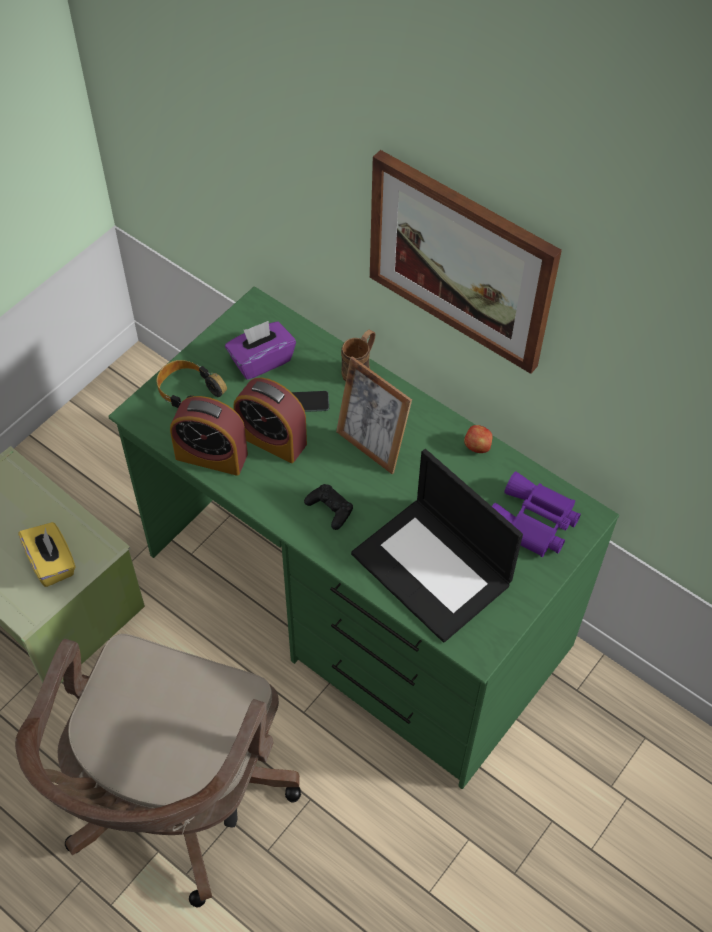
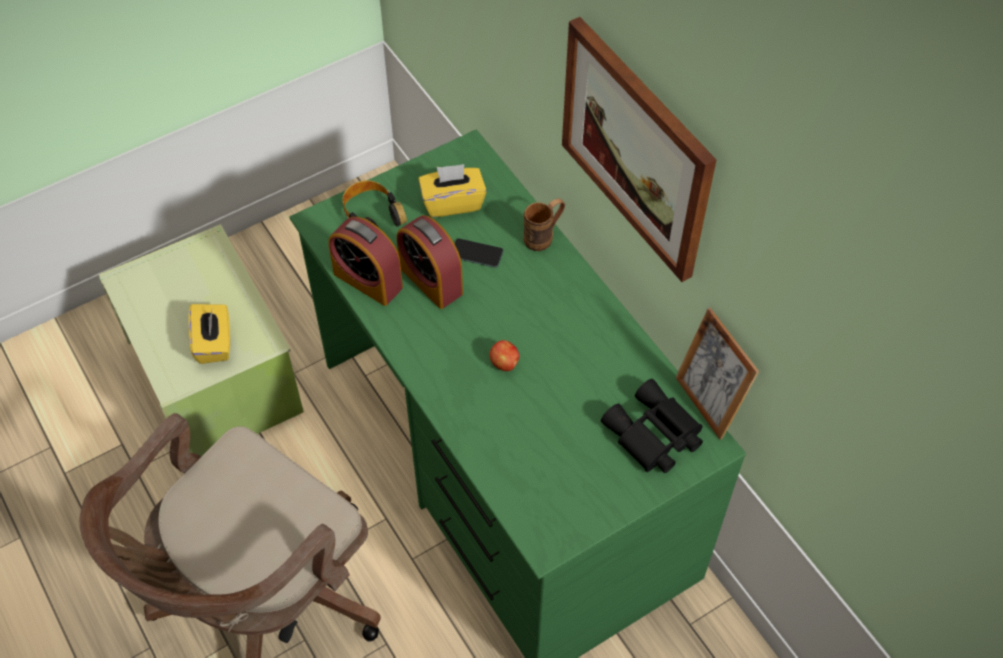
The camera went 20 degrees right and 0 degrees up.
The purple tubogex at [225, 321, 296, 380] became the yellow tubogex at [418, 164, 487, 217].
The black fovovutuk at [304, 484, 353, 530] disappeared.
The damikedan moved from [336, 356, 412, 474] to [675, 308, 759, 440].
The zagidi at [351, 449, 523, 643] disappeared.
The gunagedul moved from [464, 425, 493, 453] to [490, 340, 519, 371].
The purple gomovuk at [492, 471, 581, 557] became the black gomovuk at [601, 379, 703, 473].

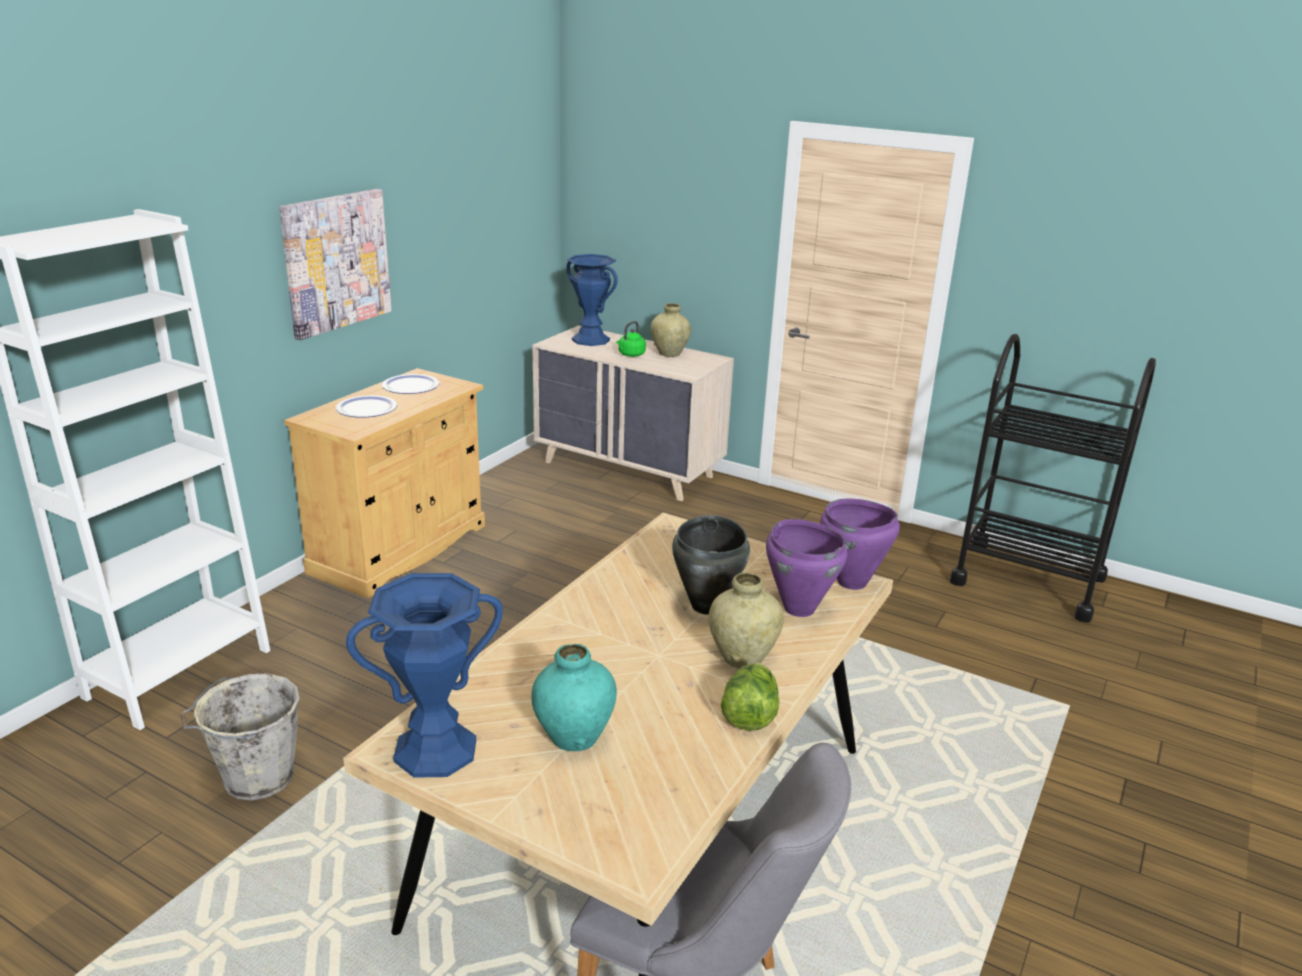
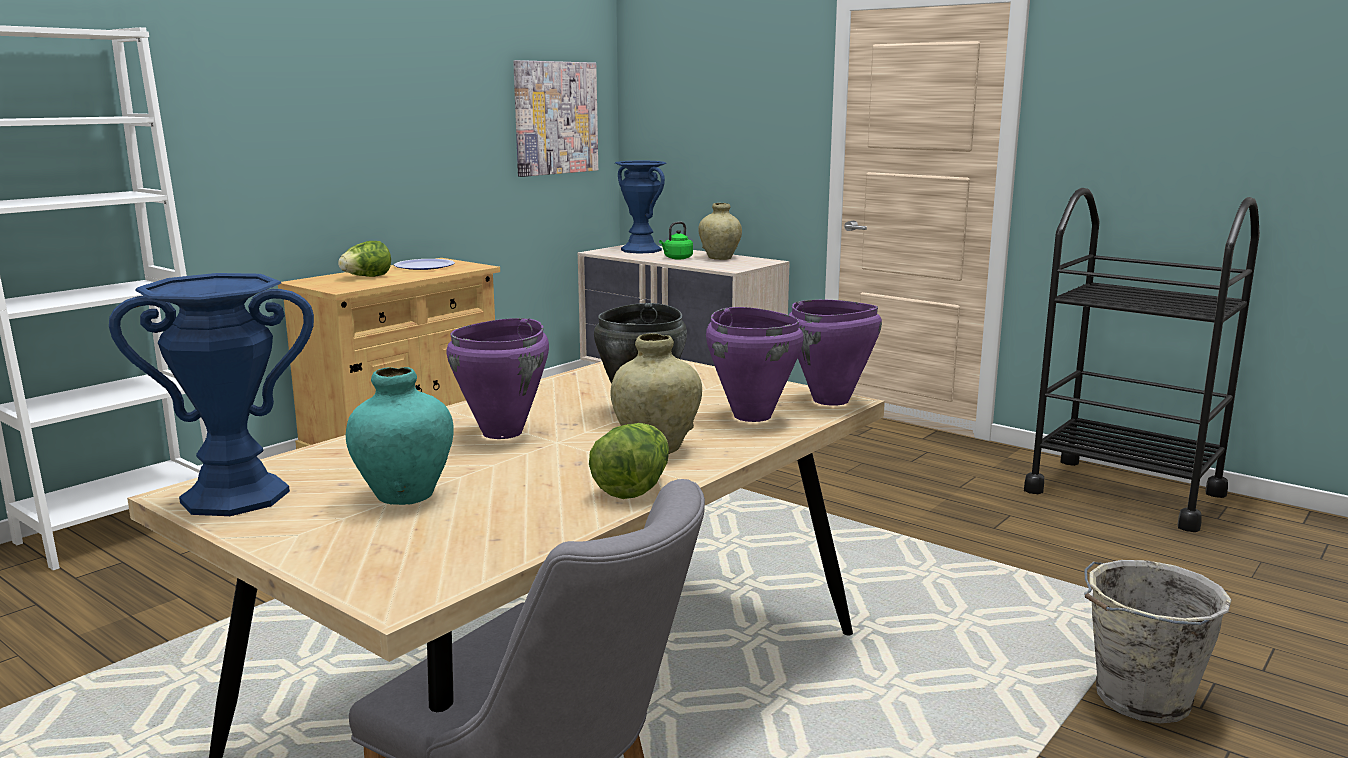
The camera went 10 degrees right and 10 degrees down.
The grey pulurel moved from [180, 673, 300, 801] to [1084, 560, 1232, 724].
The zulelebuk moved from [279, 189, 391, 340] to [513, 60, 598, 177].
The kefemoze at [335, 395, 397, 418] was replaced by the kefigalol at [338, 241, 391, 277].
The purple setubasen at [446, 318, 549, 439] appeared.

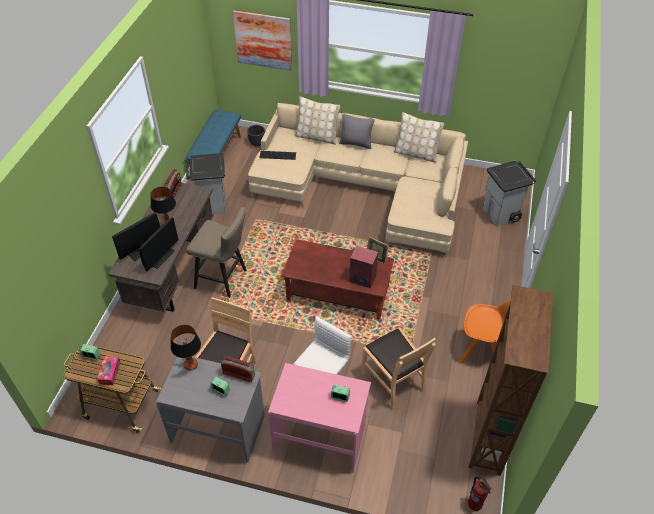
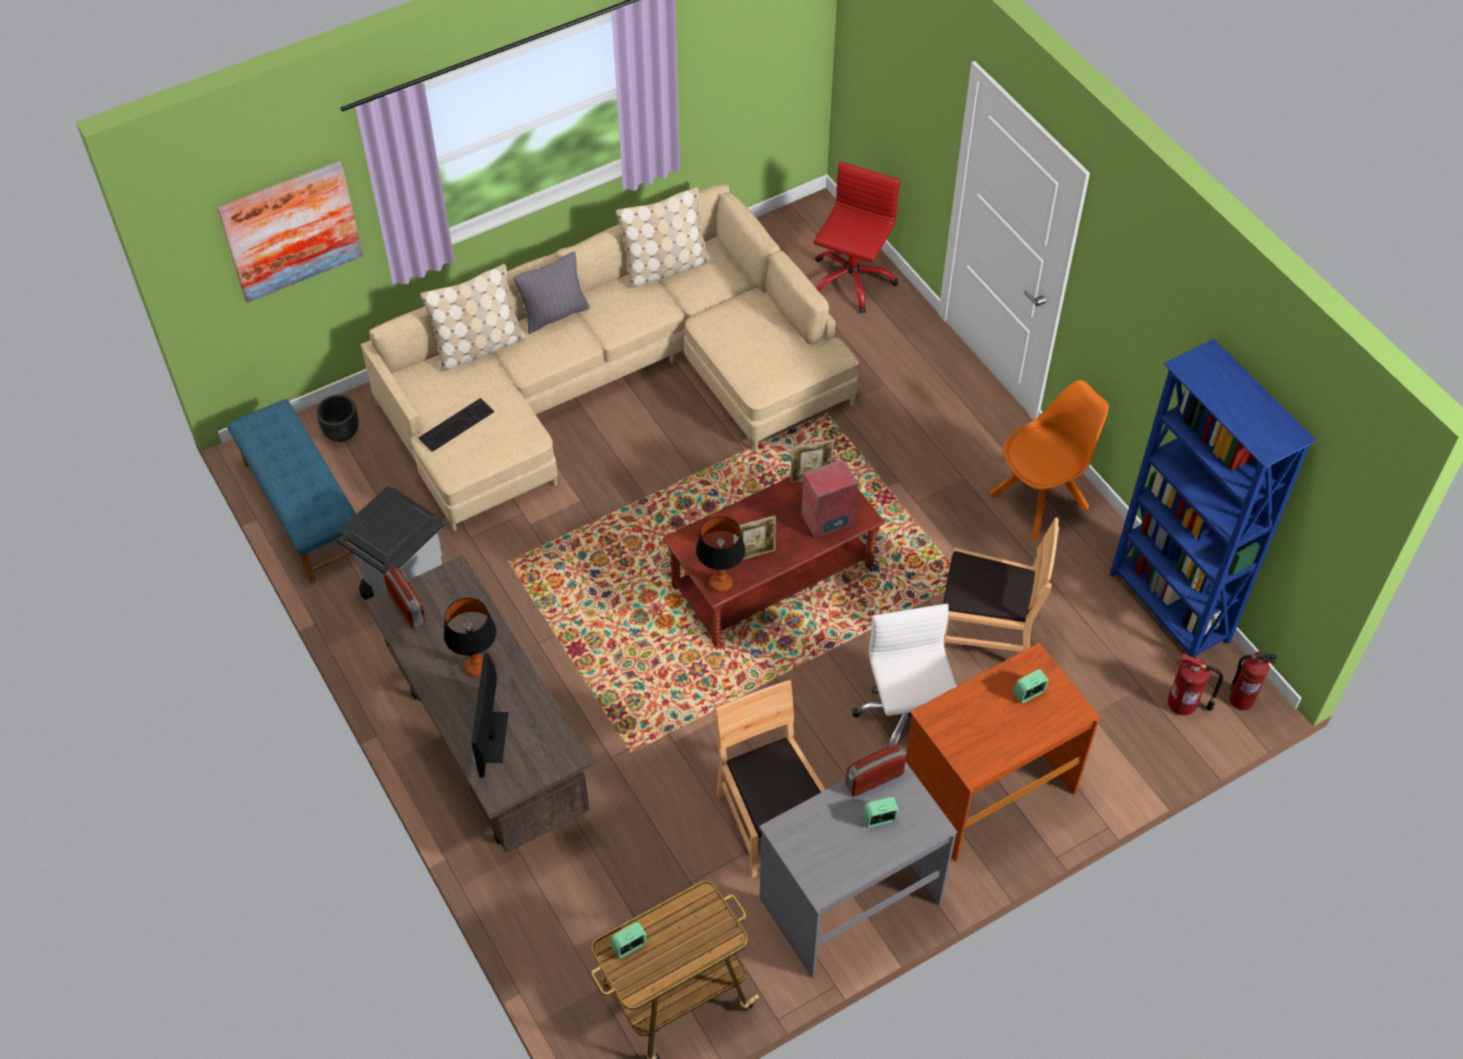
The camera went 45 degrees left and 5 degrees up.
The tubogex at [97, 356, 120, 385] disappeared.
The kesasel at [139, 217, 178, 271] disappeared.
The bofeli moved from [171, 325, 201, 371] to [696, 516, 745, 593].
The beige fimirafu at [186, 207, 247, 298] disappeared.
The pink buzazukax at [268, 363, 371, 473] became the brown buzazukax at [906, 643, 1100, 862].
The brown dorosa at [468, 285, 553, 476] became the blue dorosa at [1110, 339, 1317, 658].
The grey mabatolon at [483, 161, 536, 226] was replaced by the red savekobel at [814, 162, 900, 313].
The damikedan at [733, 515, 776, 560] appeared.
The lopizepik at [1168, 653, 1224, 715] appeared.

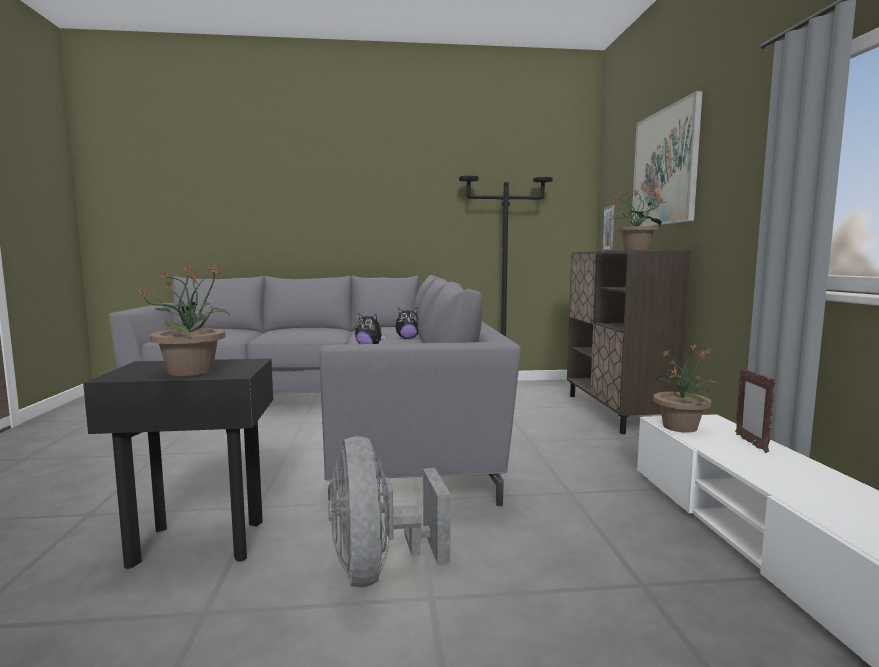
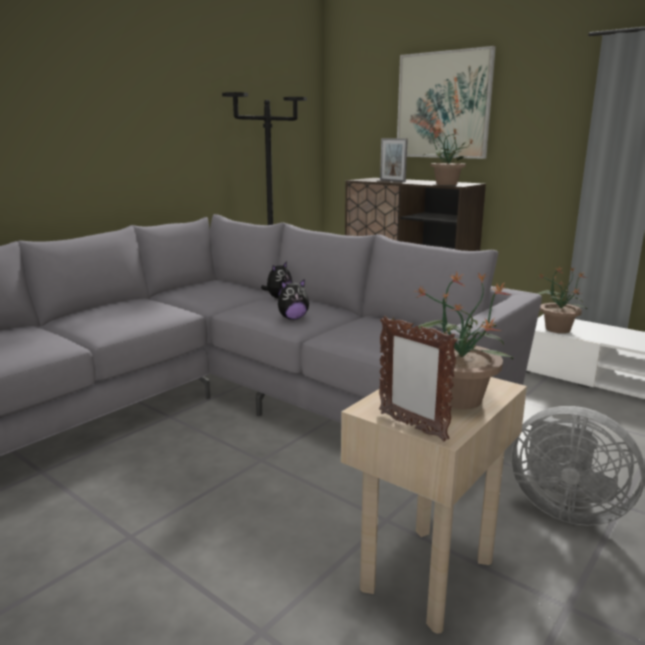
The camera went 45 degrees left and 10 degrees up.
The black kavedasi at [83, 359, 273, 569] became the beige kavedasi at [341, 377, 527, 634].
The damikedan moved from [735, 368, 776, 453] to [379, 316, 458, 441].

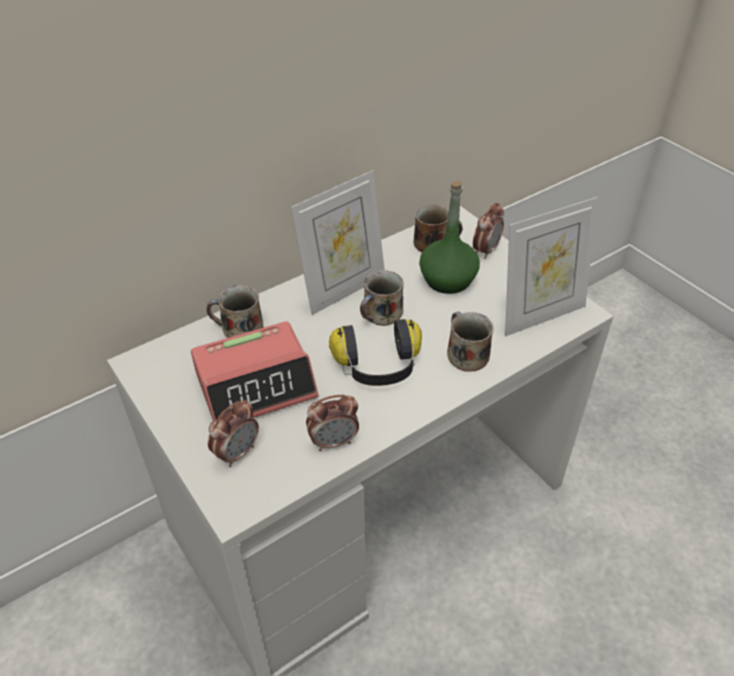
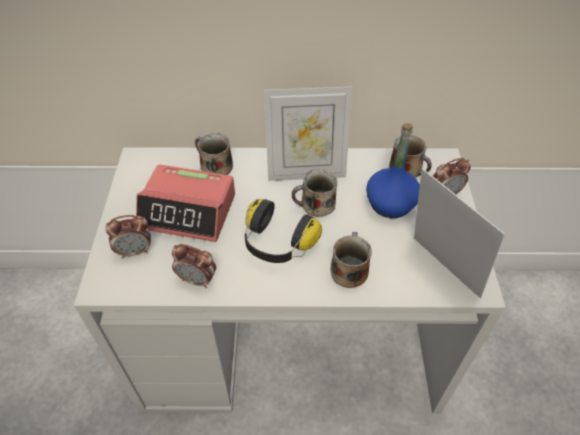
The camera went 35 degrees right and 5 degrees up.
The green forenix at [419, 181, 480, 294] became the blue forenix at [366, 123, 420, 218].
The damikedan at [505, 197, 598, 336] turned 135 degrees counterclockwise.

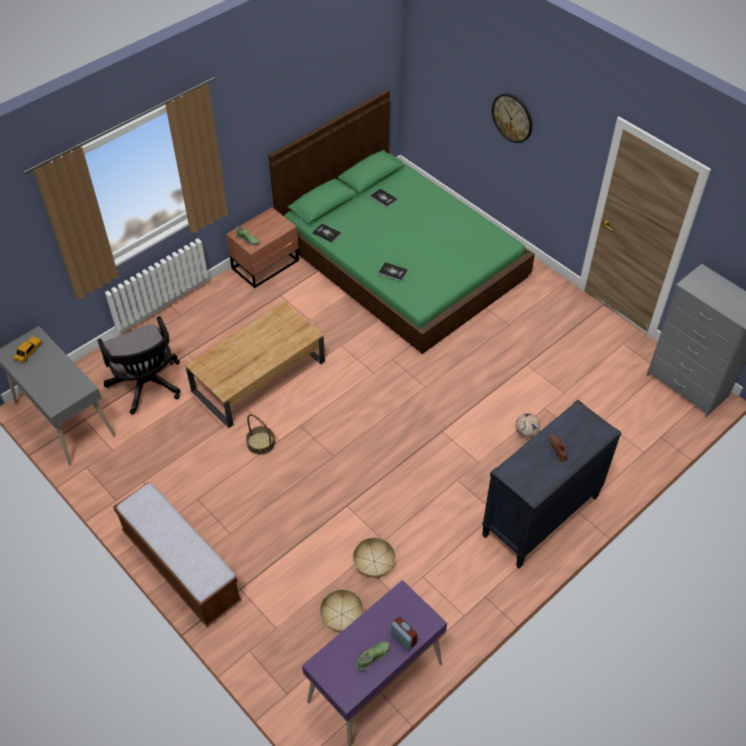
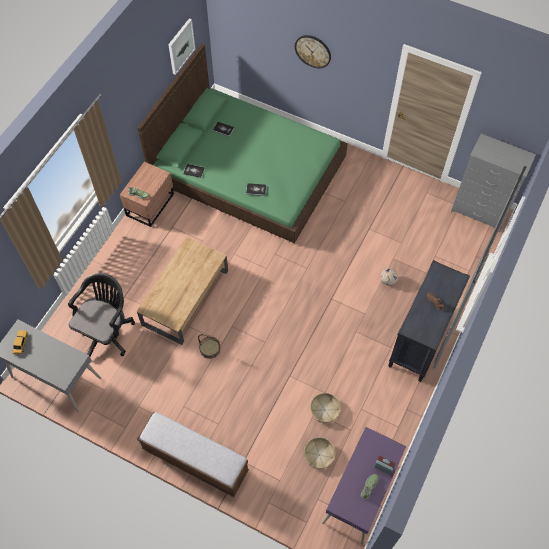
The camera went 20 degrees left and 10 degrees up.
The black savekobel at [97, 316, 181, 414] turned 105 degrees counterclockwise.
The zulelebuk at [168, 18, 195, 75] appeared.

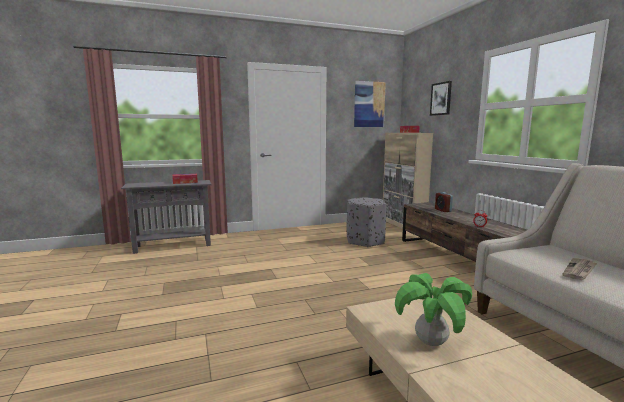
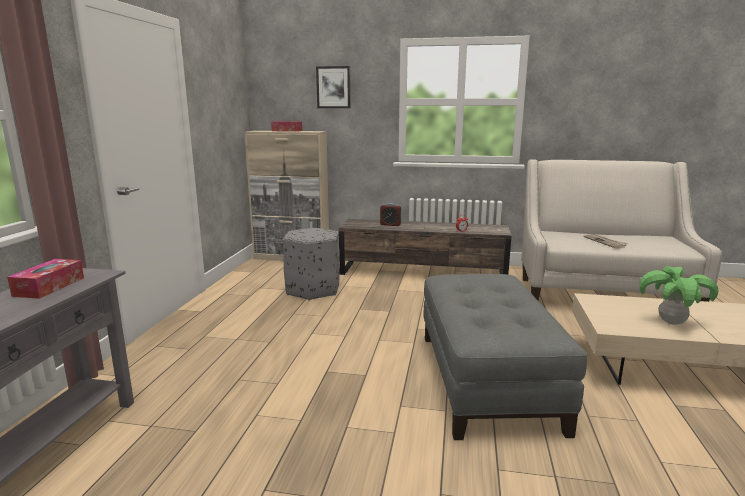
The camera went 60 degrees left and 5 degrees up.
The zulelebuk at [354, 81, 386, 127] disappeared.
The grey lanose at [424, 274, 587, 440] appeared.

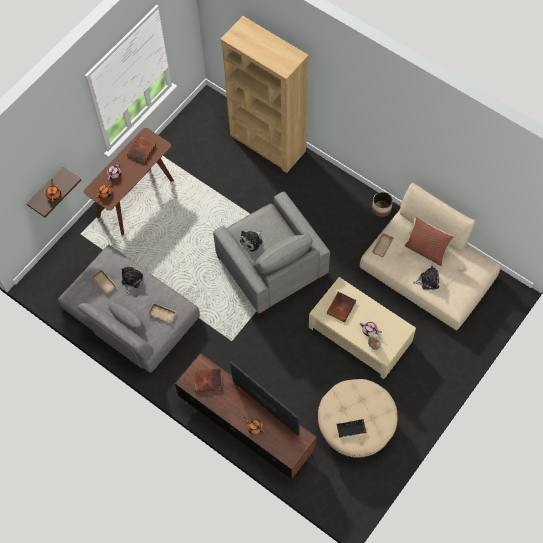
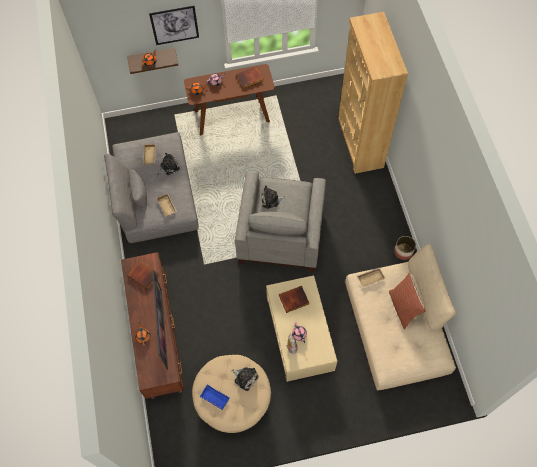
The camera went 40 degrees right and 0 degrees up.
The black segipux at [337, 419, 366, 438] became the blue segipux at [200, 385, 230, 410].
The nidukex moved from [413, 265, 439, 290] to [231, 367, 259, 391].
The zulelebuk at [149, 5, 199, 45] appeared.

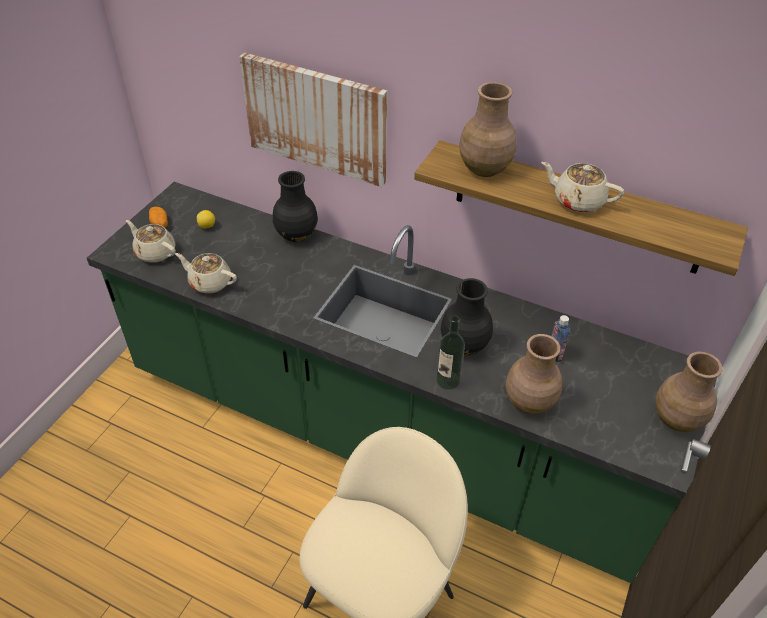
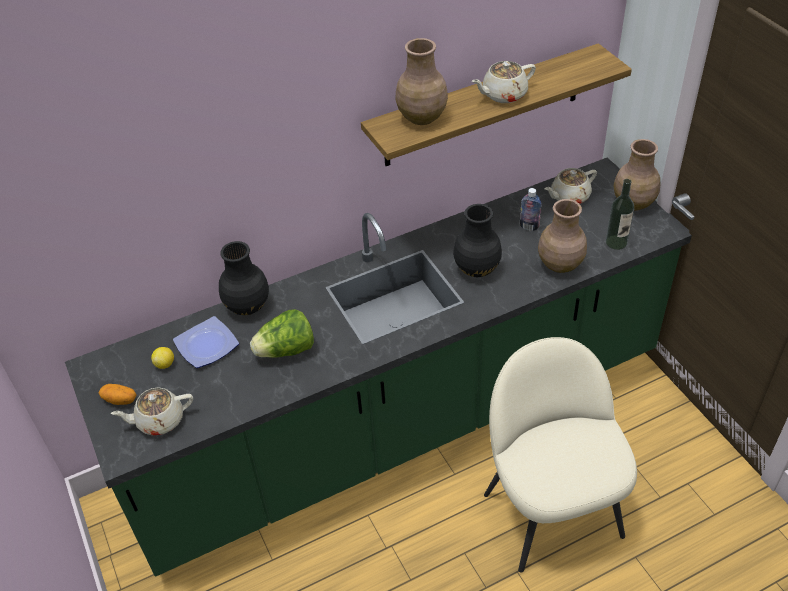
The camera went 50 degrees left and 0 degrees up.
The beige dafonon moved from [175, 253, 237, 294] to [545, 168, 597, 204].
The zulelebuk at [239, 53, 387, 187] disappeared.
The forenix moved from [436, 316, 465, 390] to [606, 179, 634, 250].
The kefemoze at [173, 316, 239, 368] appeared.
The kefigalol at [250, 309, 314, 358] appeared.

